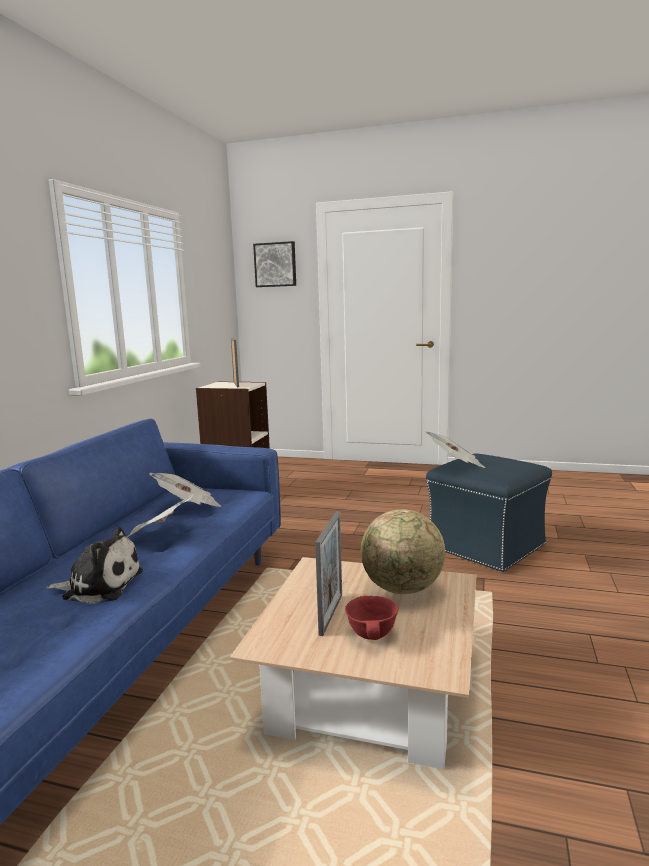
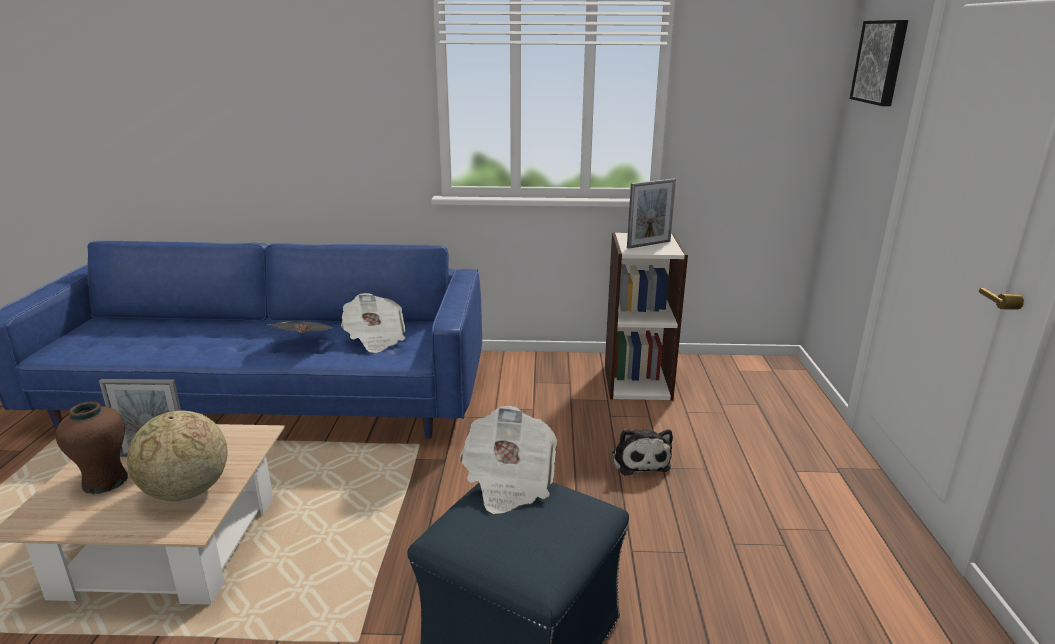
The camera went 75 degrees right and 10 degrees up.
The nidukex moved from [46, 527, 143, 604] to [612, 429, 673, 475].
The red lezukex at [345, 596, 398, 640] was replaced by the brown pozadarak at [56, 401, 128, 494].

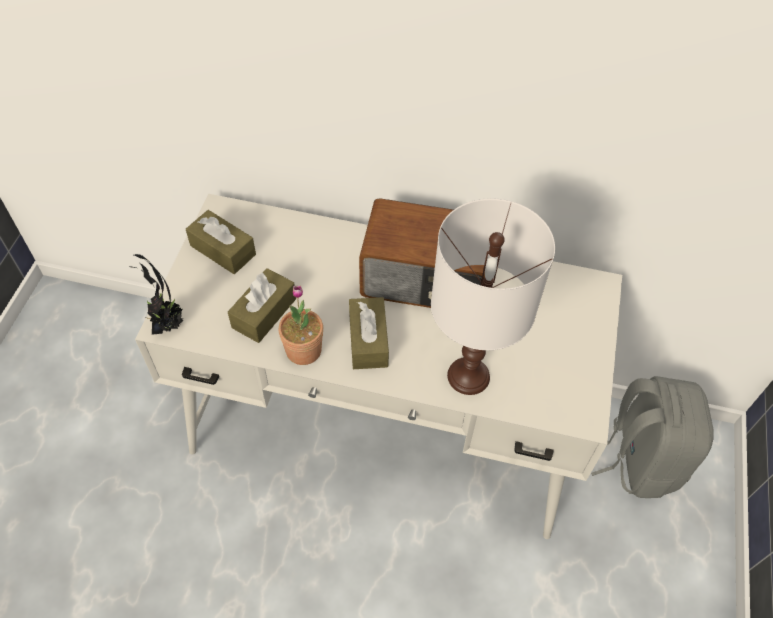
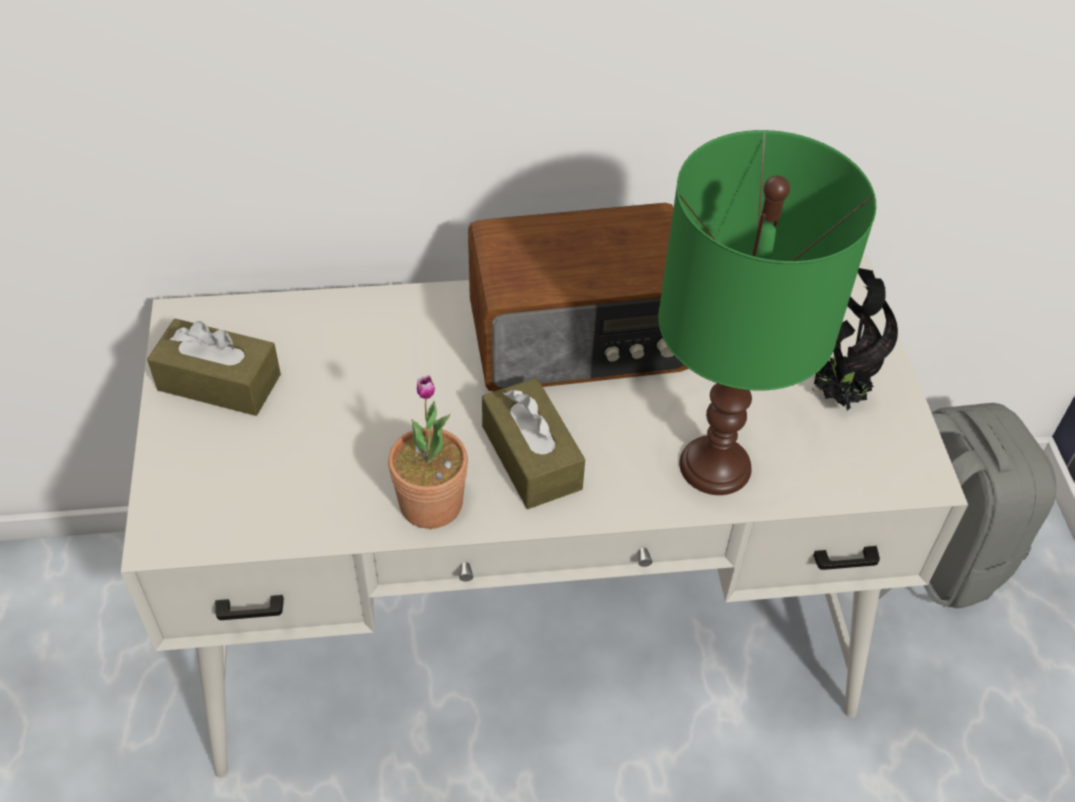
The camera went 20 degrees left and 5 degrees down.
The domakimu moved from [129, 254, 185, 335] to [812, 268, 898, 411].
The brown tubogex at [228, 268, 296, 343] disappeared.
The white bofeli at [431, 198, 555, 395] became the green bofeli at [658, 130, 876, 495].

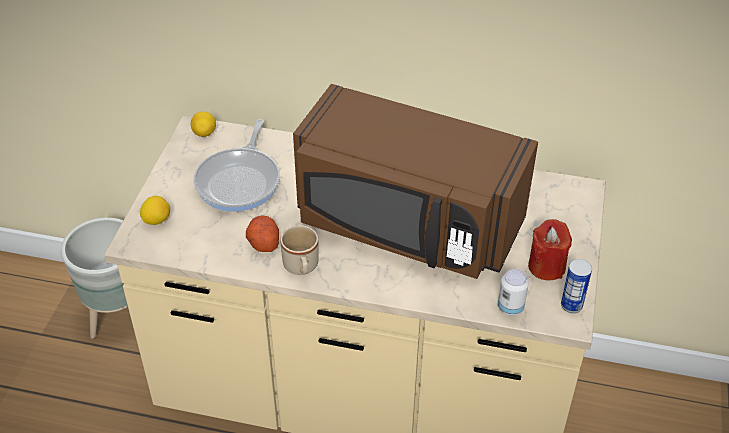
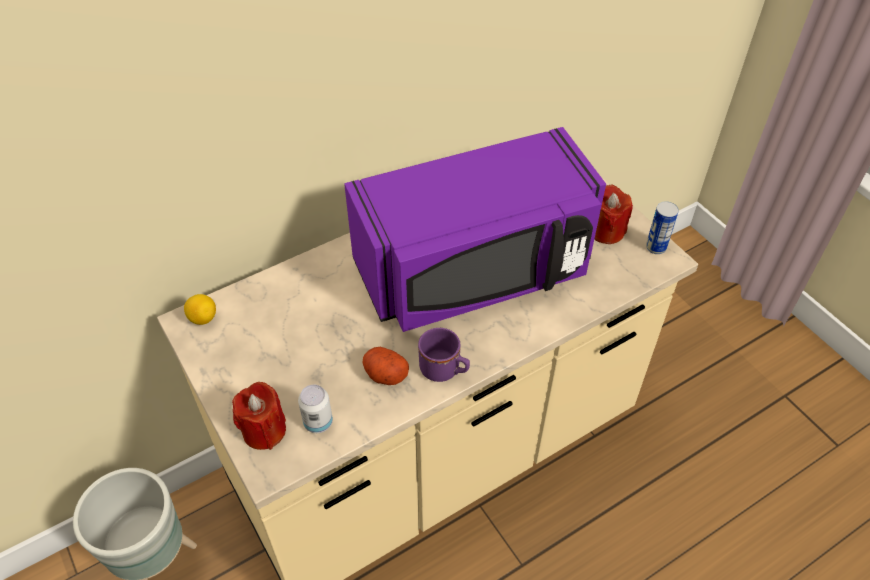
The camera went 45 degrees left and 5 degrees up.
The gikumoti at [140, 196, 170, 225] was replaced by the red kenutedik at [232, 382, 286, 450].
The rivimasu at [193, 119, 280, 212] disappeared.
The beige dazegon at [280, 225, 319, 275] became the purple dazegon at [418, 328, 470, 382].
The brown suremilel at [293, 84, 538, 279] became the purple suremilel at [344, 127, 606, 332].
The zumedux moved from [498, 269, 529, 315] to [298, 385, 333, 433].

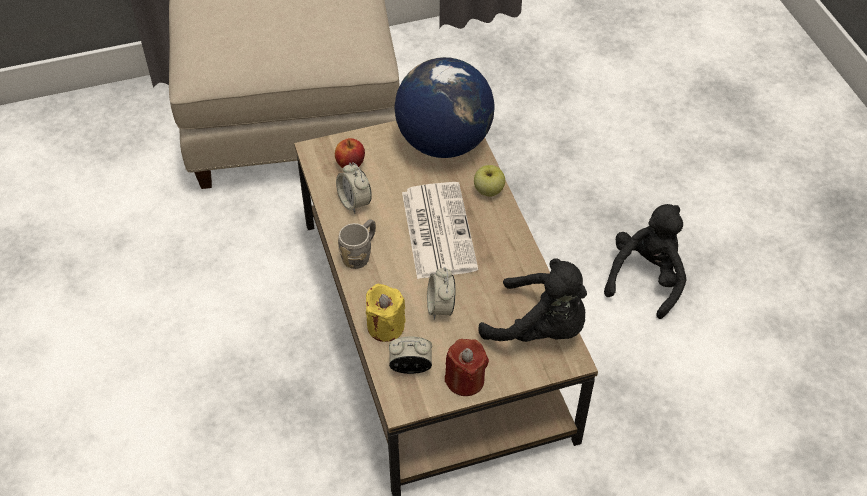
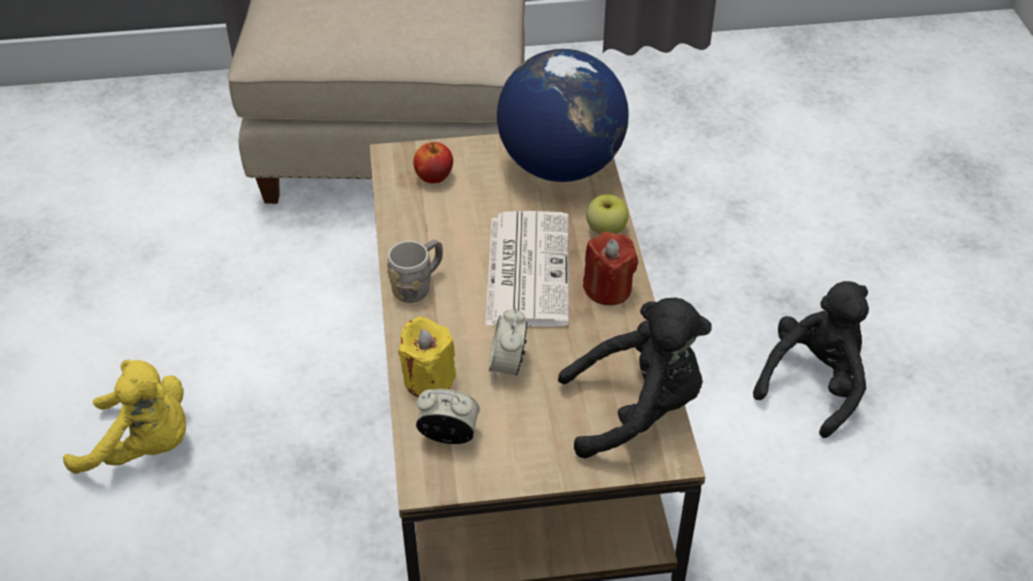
The camera went 10 degrees right and 5 degrees down.
The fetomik at [336, 162, 372, 214] disappeared.
The red kenutedik moved from [445, 339, 489, 396] to [583, 231, 638, 305].
The black nidukex at [478, 259, 587, 342] turned 45 degrees counterclockwise.
The yellow nidukex at [63, 359, 186, 474] appeared.

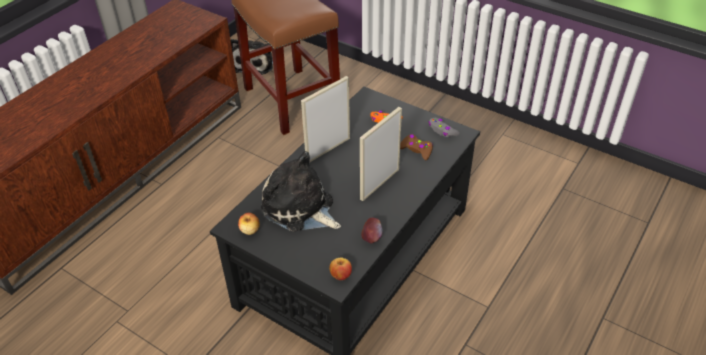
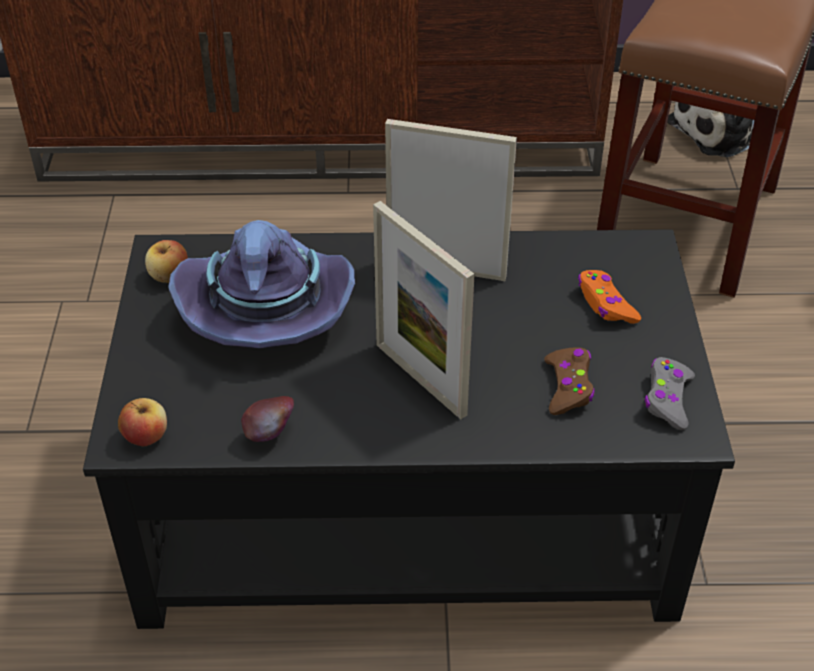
The camera went 55 degrees right and 0 degrees up.
The nidukex at [261, 151, 341, 232] was replaced by the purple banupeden at [168, 220, 355, 348].
The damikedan at [360, 107, 402, 201] turned 135 degrees counterclockwise.

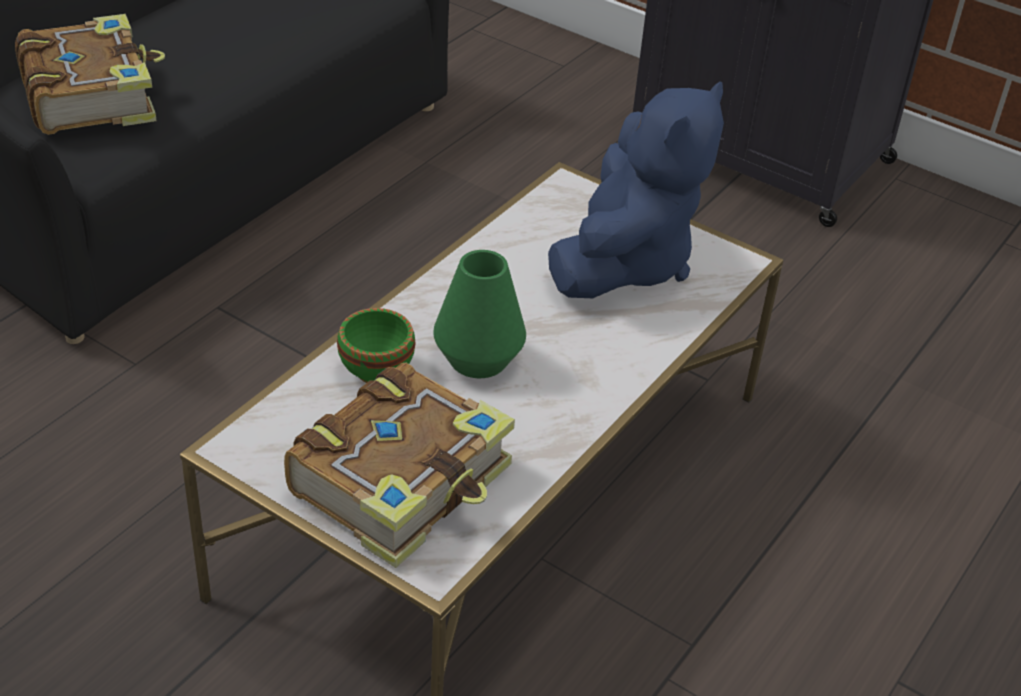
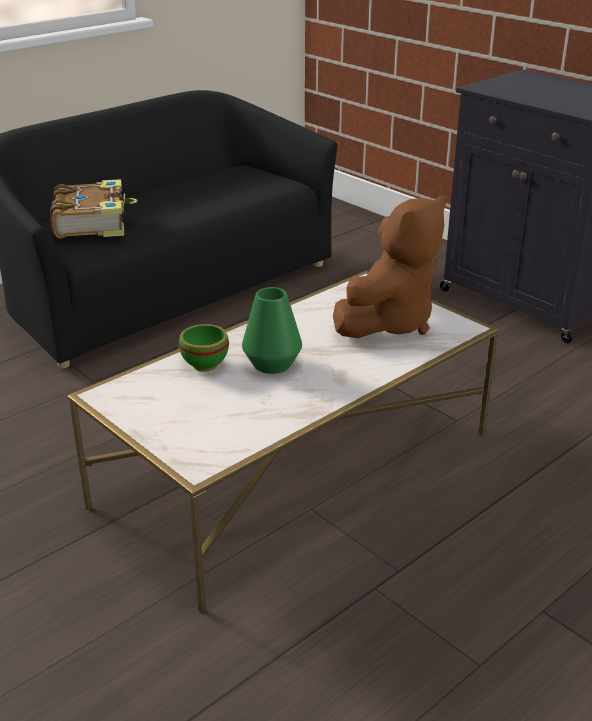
The camera went 15 degrees right and 10 degrees down.
The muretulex at [284, 363, 515, 568] disappeared.
The blue nidukex at [548, 81, 724, 298] became the brown nidukex at [333, 195, 446, 338].

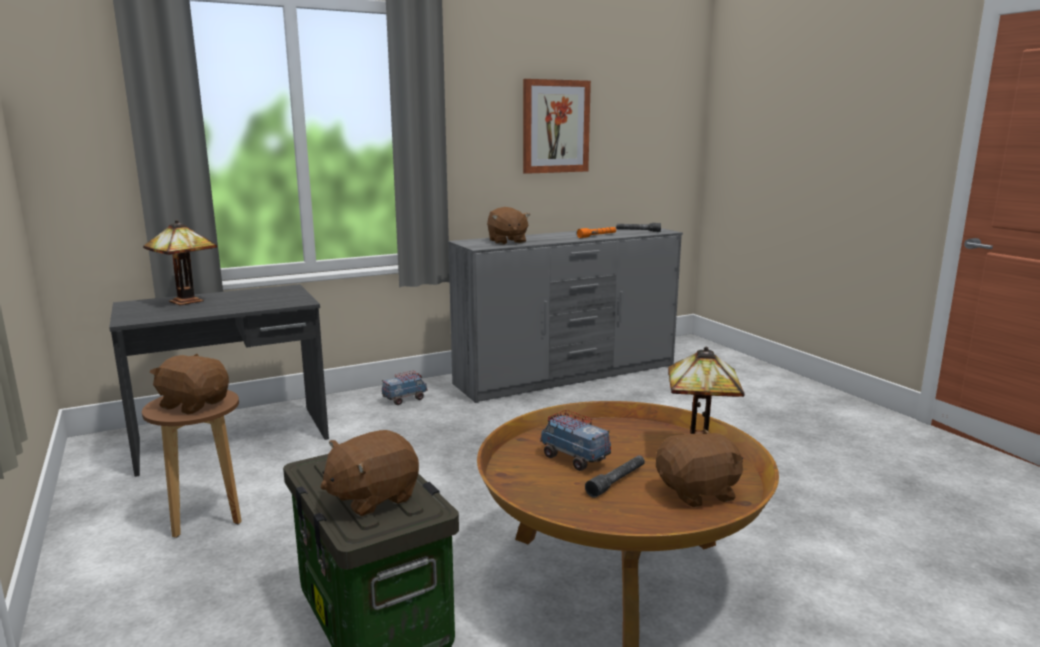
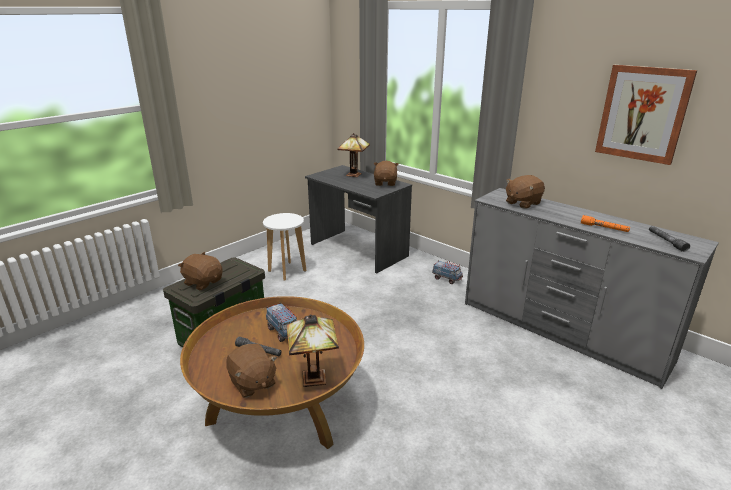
The camera went 70 degrees right and 10 degrees up.
The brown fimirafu at [142, 390, 242, 538] became the white fimirafu at [263, 213, 306, 281].
The brown nidukex moved from [149, 354, 229, 414] to [374, 161, 399, 186].
The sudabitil at [540, 410, 611, 471] turned 120 degrees clockwise.

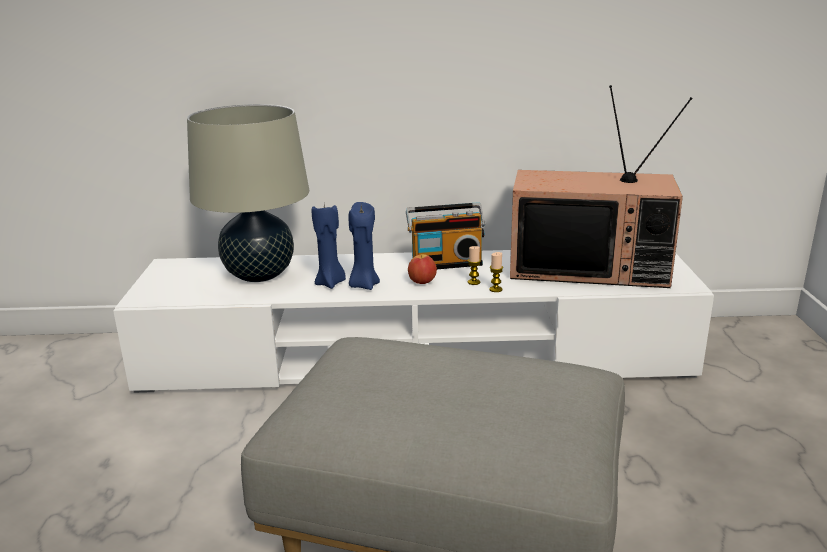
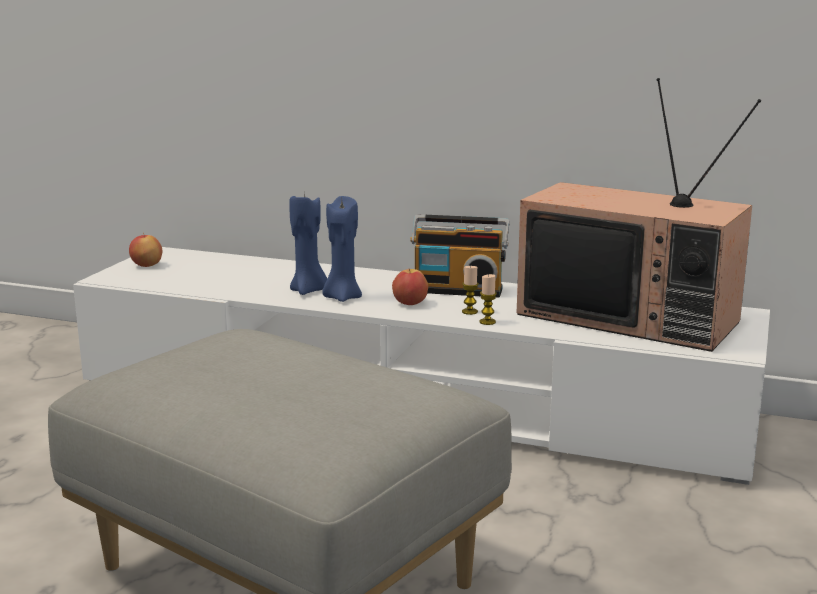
The camera went 20 degrees right and 5 degrees down.
The beige bofeli at [187, 104, 309, 282] disappeared.
The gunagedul at [129, 233, 162, 267] appeared.

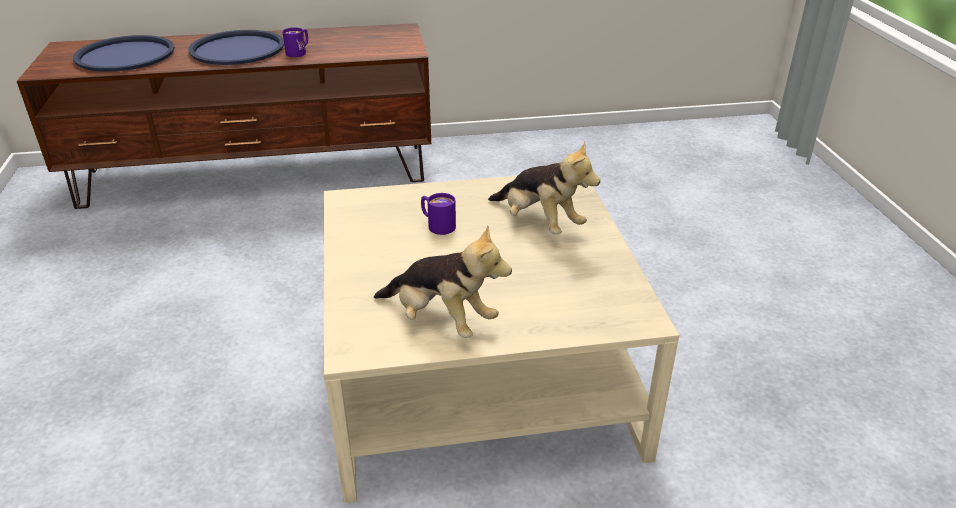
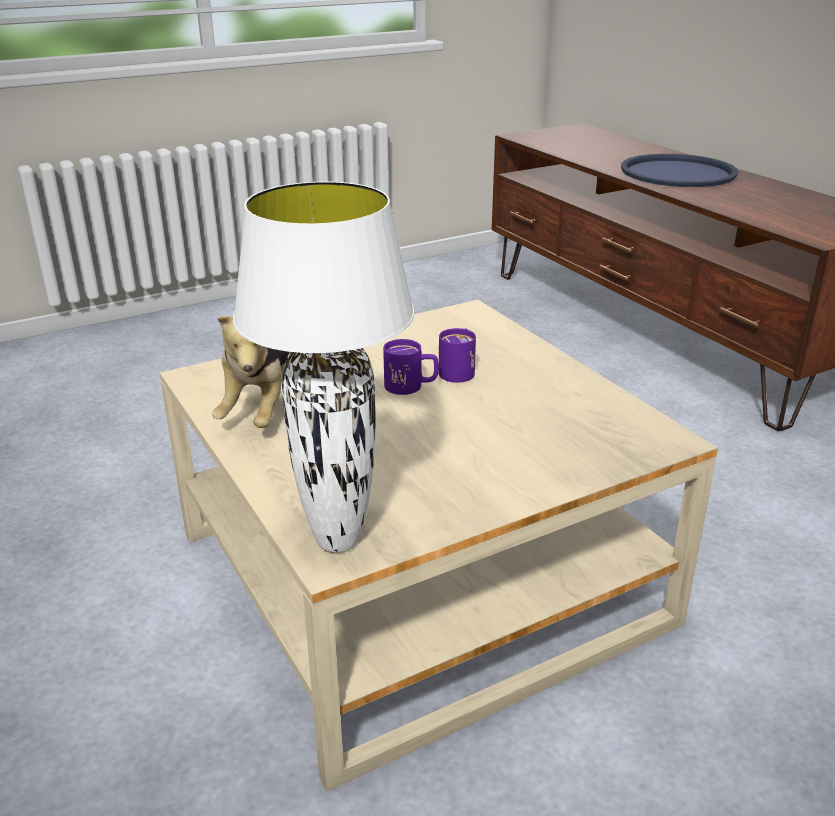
The camera went 70 degrees right and 5 degrees down.
The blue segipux at [73, 35, 175, 72] disappeared.
The purple dazegon moved from [282, 27, 308, 57] to [383, 339, 439, 395].
The nidukex at [488, 142, 600, 234] disappeared.
The white bofeli at [233, 182, 414, 553] appeared.

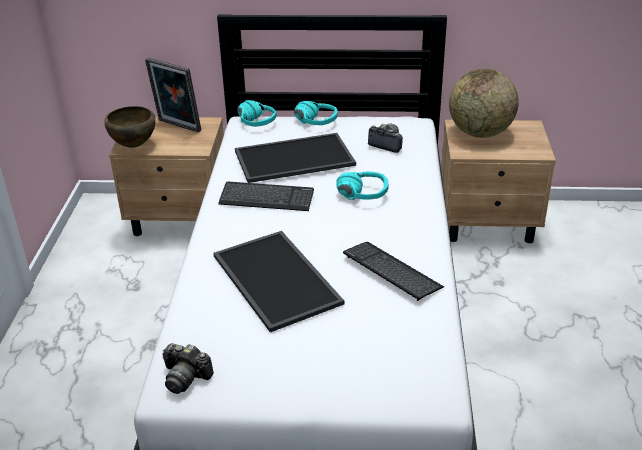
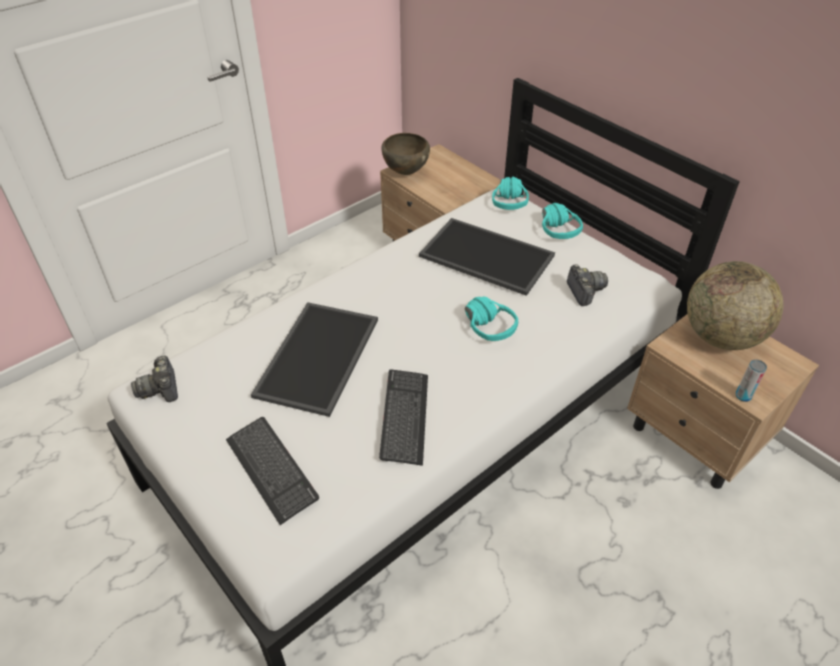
The camera went 45 degrees right and 10 degrees up.
The damikedan at [145, 58, 201, 133] disappeared.
The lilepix moved from [218, 182, 314, 211] to [226, 417, 319, 525].
The zumedux at [736, 359, 767, 402] appeared.

